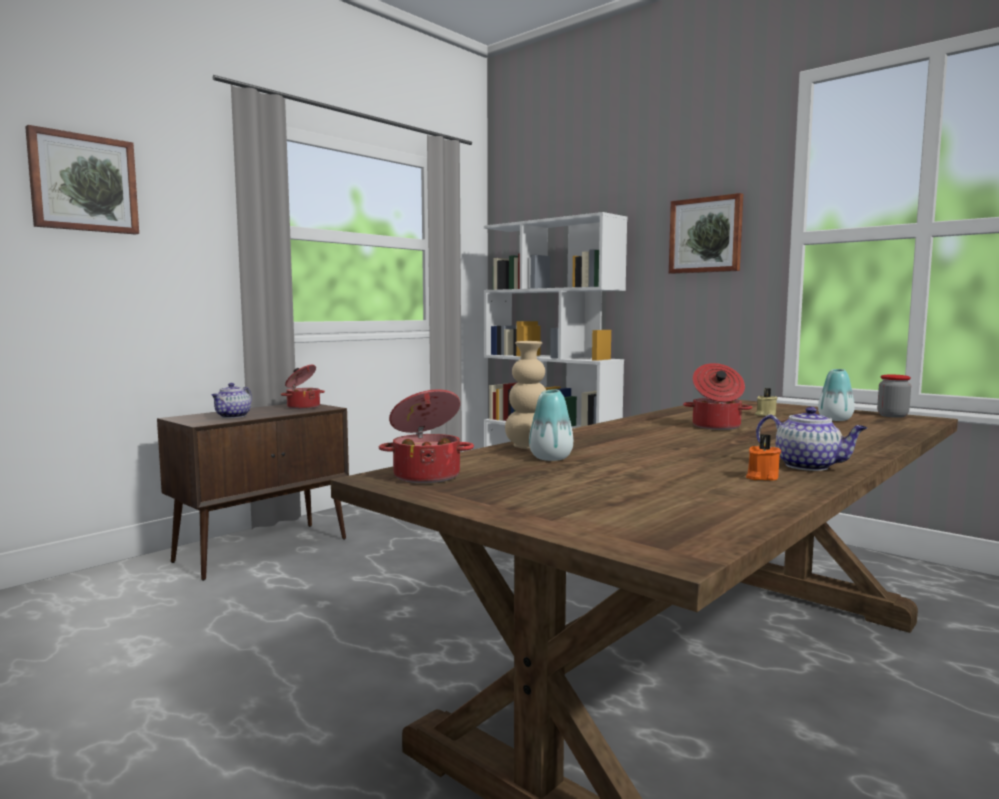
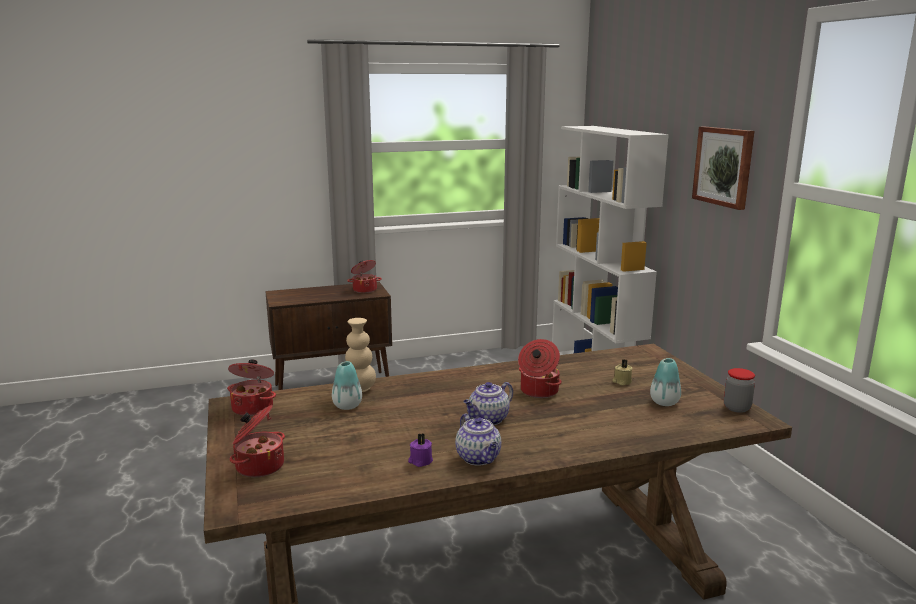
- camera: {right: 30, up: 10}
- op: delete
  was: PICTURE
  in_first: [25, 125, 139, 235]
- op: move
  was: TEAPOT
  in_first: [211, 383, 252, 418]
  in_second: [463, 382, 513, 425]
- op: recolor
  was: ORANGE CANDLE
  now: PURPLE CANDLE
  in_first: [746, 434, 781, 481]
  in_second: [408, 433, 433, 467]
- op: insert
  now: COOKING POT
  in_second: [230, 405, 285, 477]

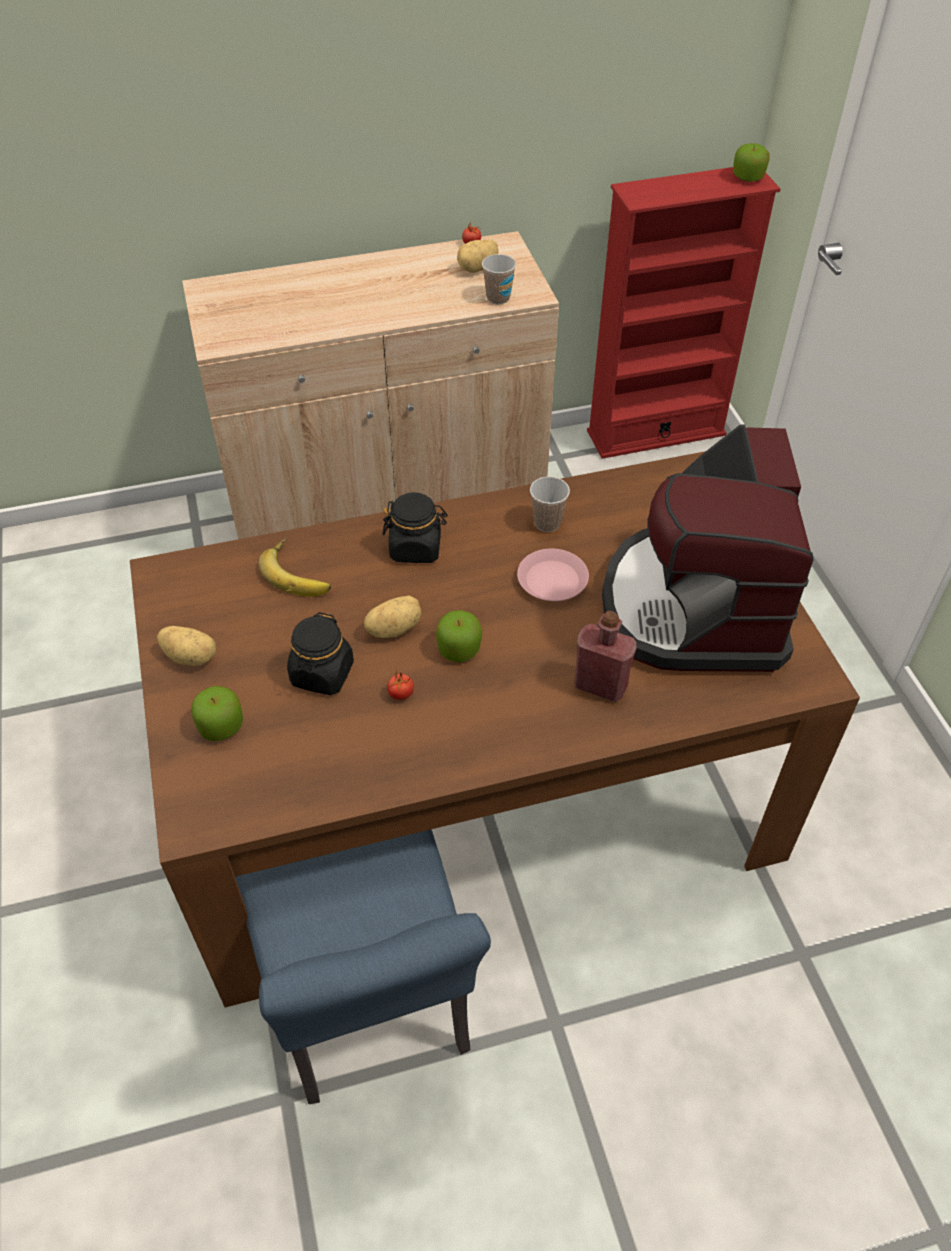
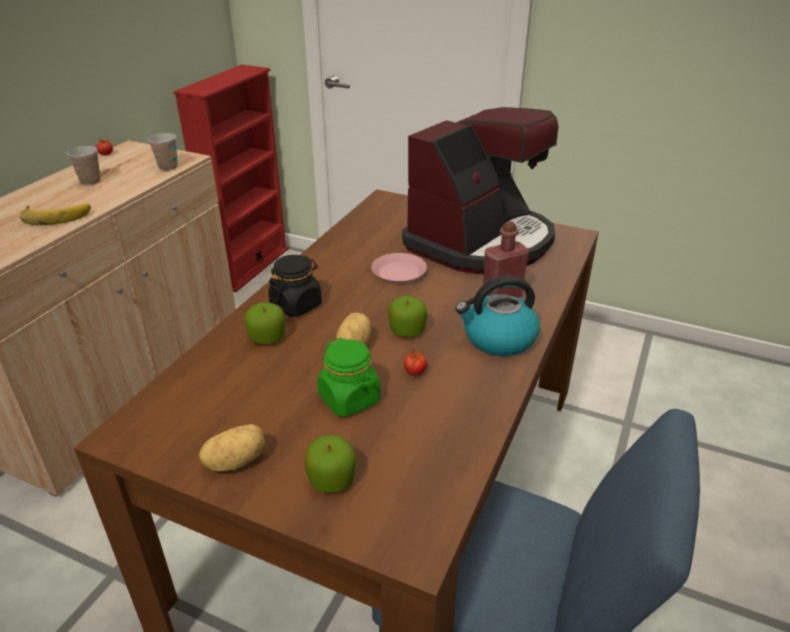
- camera: {right: -50, up: -15}
- op: move
  was: APPLE
  in_first: [733, 143, 770, 182]
  in_second: [245, 302, 285, 344]
- op: delete
  was: POTATO
  in_first: [457, 240, 498, 273]
- op: rotate
  was: COFFEE MACHINE
  in_first: [602, 425, 814, 672]
  in_second: [402, 107, 559, 274]
  clockwise: -90
- op: move
  was: CUP
  in_first: [530, 477, 570, 532]
  in_second: [67, 146, 101, 185]
- op: move
  was: BANANA
  in_first: [259, 538, 331, 597]
  in_second: [19, 204, 91, 225]
- op: recolor
  was: BLACK JAR
  now: GREEN JAR
  in_first: [287, 612, 354, 695]
  in_second: [317, 338, 380, 417]
- op: insert
  now: KETTLE
  in_second: [455, 276, 540, 356]

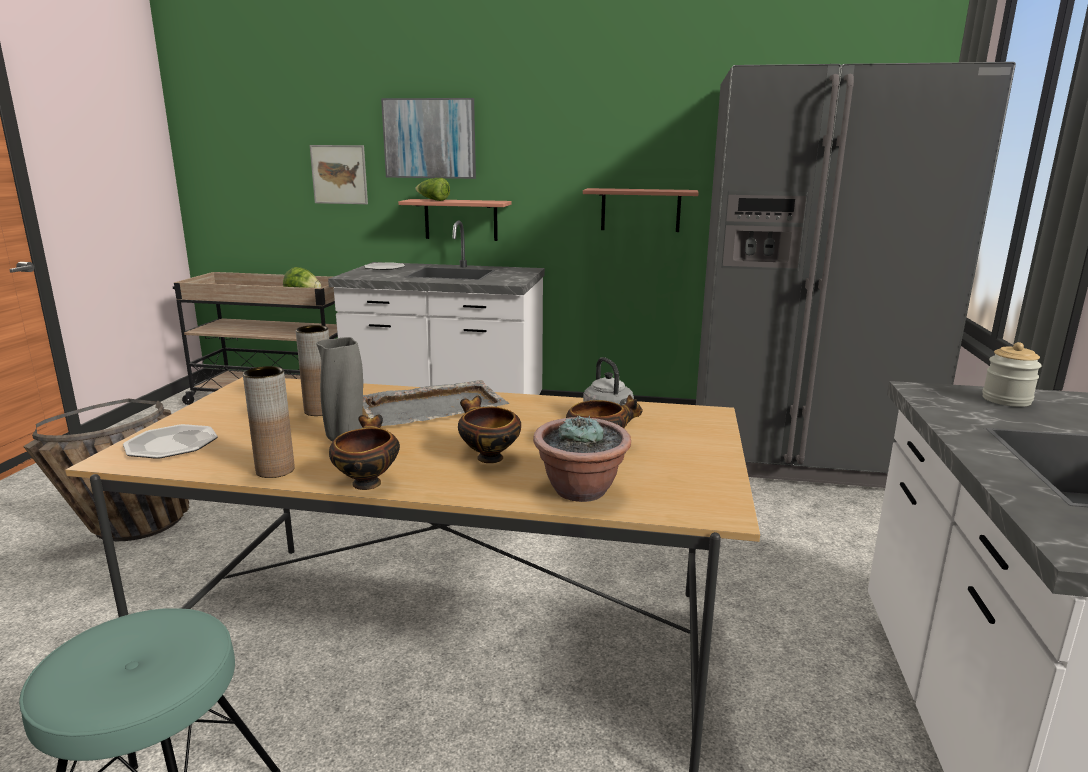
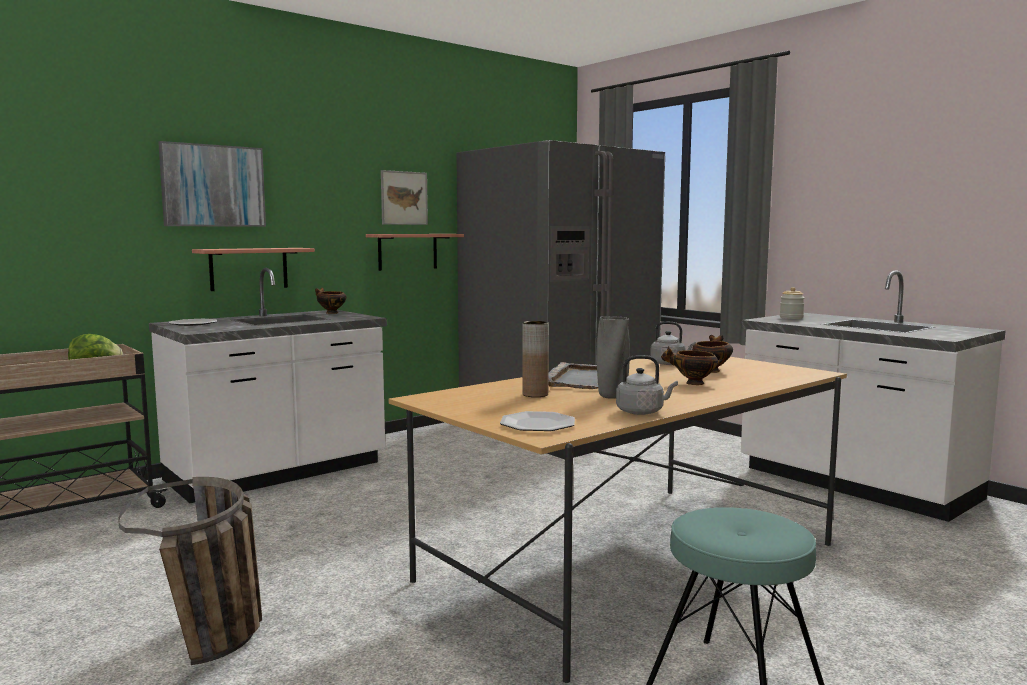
- camera: {right: -50, up: -10}
- op: move
  was: PICTURE
  in_first: [310, 145, 368, 204]
  in_second: [381, 170, 428, 225]
- op: delete
  was: LETTUCE
  in_first: [416, 178, 450, 201]
- op: replace
  was: BROWN VASE
  now: GREY KETTLE
  in_first: [243, 366, 295, 478]
  in_second: [616, 355, 678, 415]
- op: move
  was: BOWL
  in_first: [329, 414, 400, 490]
  in_second: [315, 287, 346, 314]
- op: delete
  was: POTTED PLANT
  in_first: [533, 415, 631, 502]

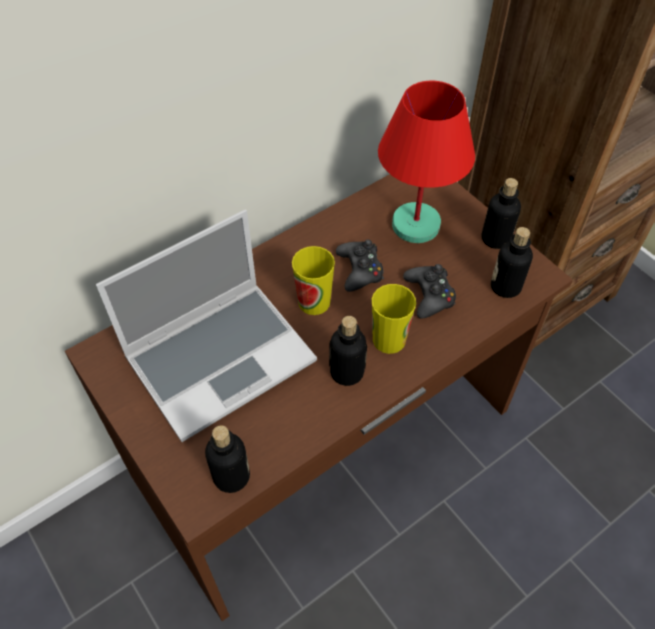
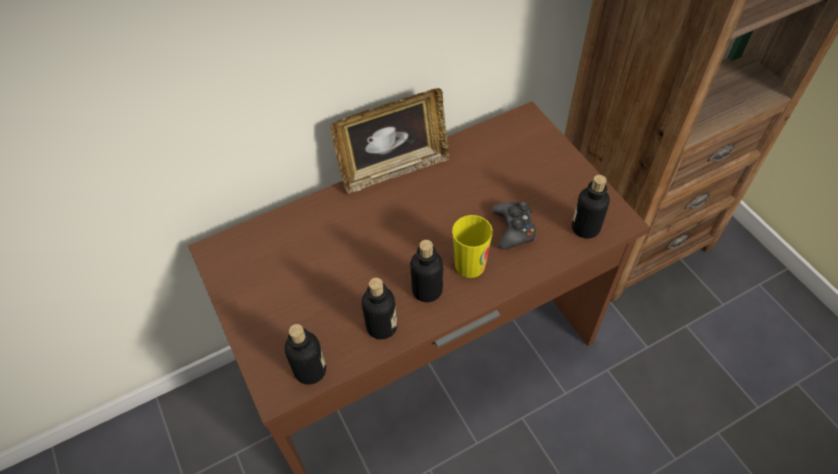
- camera: {right: 10, up: 0}
- op: delete
  was: RED TABLE LAMP
  in_first: [378, 81, 475, 243]
- op: move
  was: BOTTLE
  in_first: [481, 178, 521, 249]
  in_second: [362, 278, 398, 340]
- op: delete
  was: LAPTOP
  in_first: [96, 210, 317, 442]
- op: delete
  was: BLACK GAME CONTROLLER
  in_first: [336, 240, 384, 292]
- op: delete
  was: CUP
  in_first: [292, 246, 335, 315]
- op: insert
  now: PICTURE FRAME
  in_second: [331, 88, 450, 194]

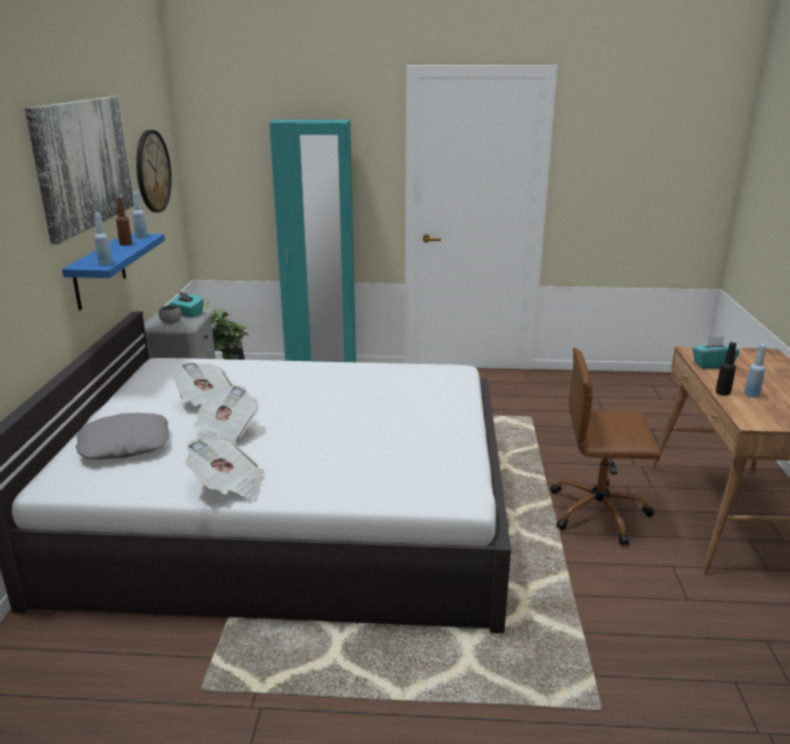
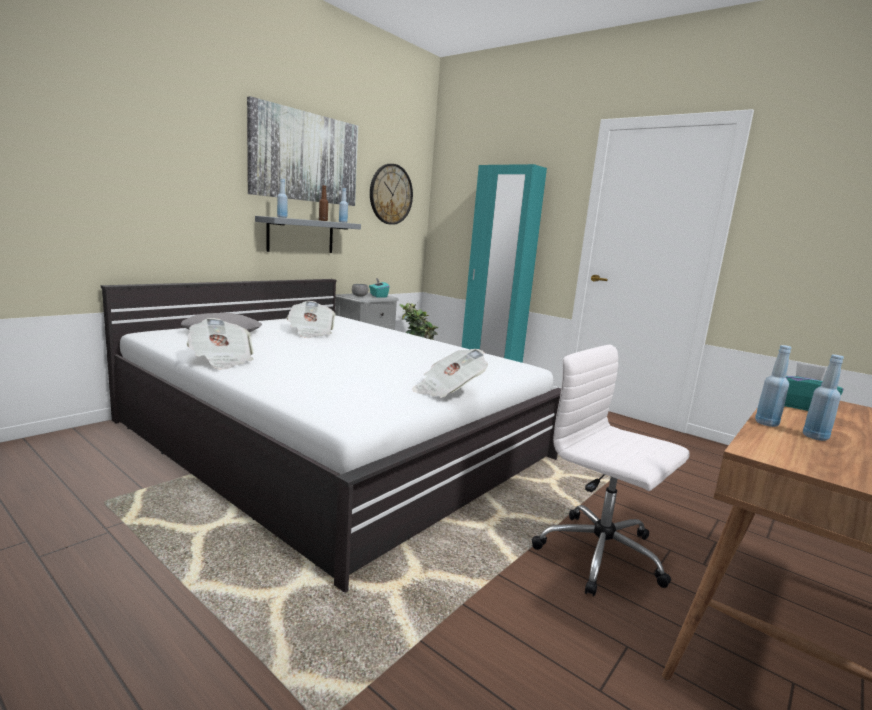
- camera: {right: 35, up: -10}
- op: recolor
  was: BLUE SHELF
  now: GREY SHELF
  in_first: [62, 233, 165, 311]
  in_second: [255, 216, 361, 253]
- op: recolor
  was: BLACK BOTTLE
  now: BLUE BOTTLE
  in_first: [716, 342, 736, 396]
  in_second: [755, 345, 791, 427]
- op: recolor
  was: BROWN OFFICE CHAIR
  now: WHITE OFFICE CHAIR
  in_first: [550, 348, 661, 546]
  in_second: [532, 344, 690, 596]
- op: move
  was: NEWSPAPER
  in_first: [194, 385, 258, 443]
  in_second: [412, 349, 488, 398]

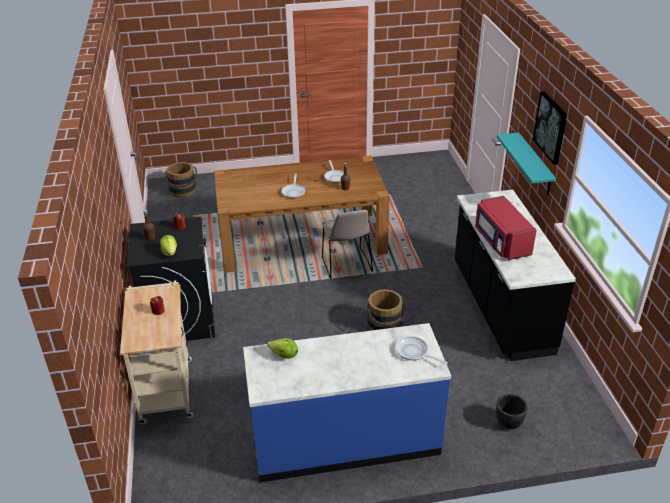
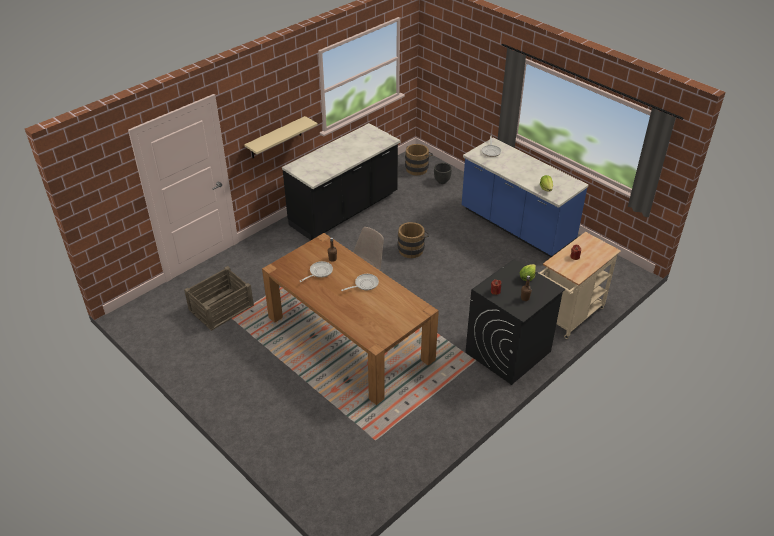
- camera: {right: -125, up: 5}
- op: delete
  was: PICTURE
  in_first: [533, 91, 567, 165]
- op: recolor
  was: TURQUOISE SHELF
  now: BEIGE SHELF
  in_first: [497, 133, 556, 195]
  in_second: [244, 116, 318, 158]
- op: move
  was: BROWN BUCKET
  in_first: [164, 162, 198, 198]
  in_second: [405, 144, 433, 175]
- op: delete
  was: RED MICROWAVE
  in_first: [475, 196, 537, 260]
- op: insert
  now: CRATE
  in_second: [184, 266, 254, 331]

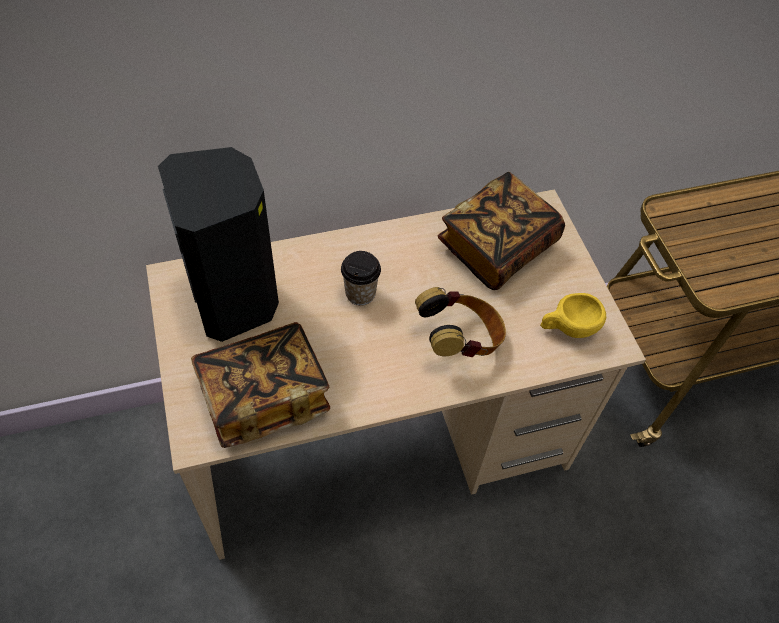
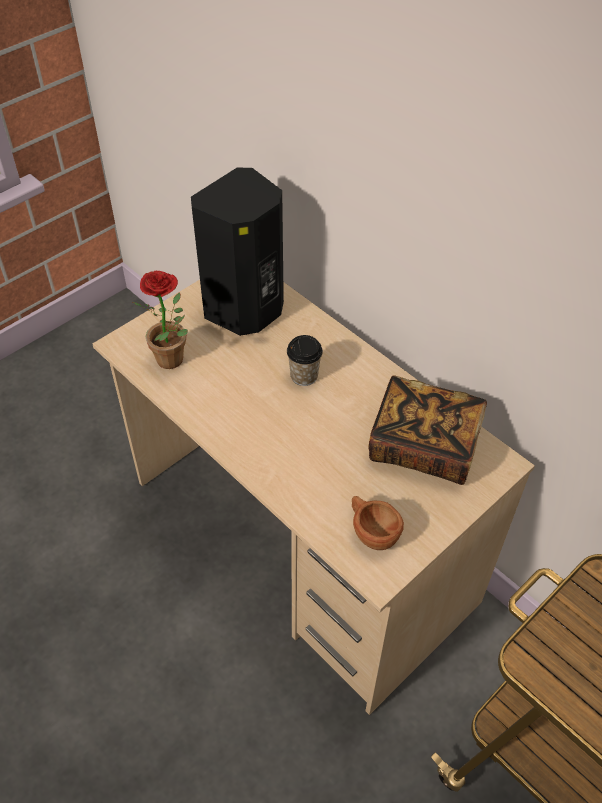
- camera: {right: 65, up: -5}
- op: delete
  was: HEADPHONES
  in_first: [415, 287, 506, 357]
- op: recolor
  was: YELLOW CUP
  now: BROWN CUP
  in_first: [540, 293, 606, 338]
  in_second: [352, 496, 404, 550]
- op: replace
  was: BOOK
  now: POTTED PLANT
  in_first: [191, 322, 330, 448]
  in_second: [133, 271, 188, 369]

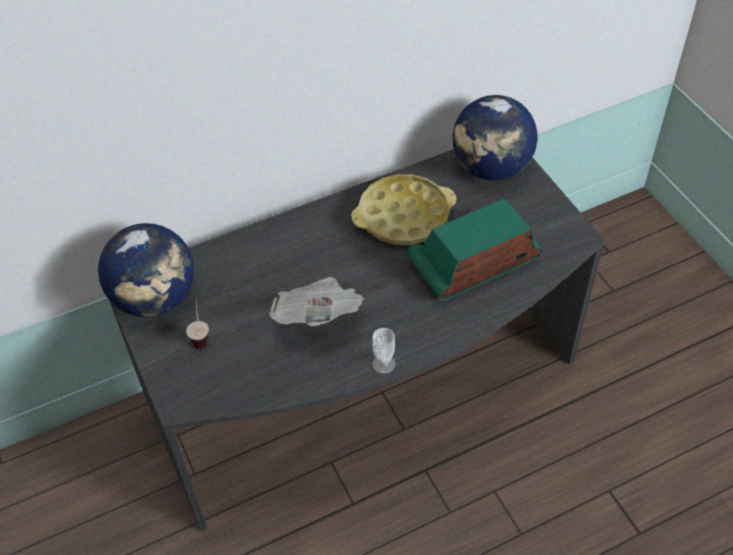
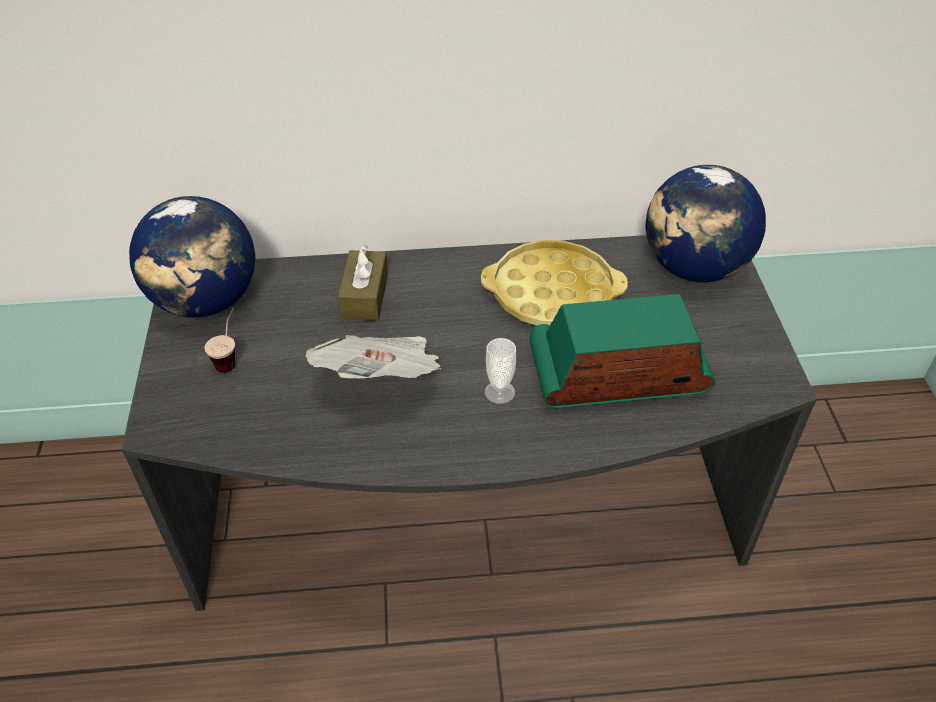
- camera: {right: 20, up: -5}
- op: move
  was: CUP
  in_first: [372, 328, 395, 374]
  in_second: [485, 338, 516, 404]
- op: insert
  now: BROWN TISSUE BOX
  in_second: [338, 245, 388, 321]

